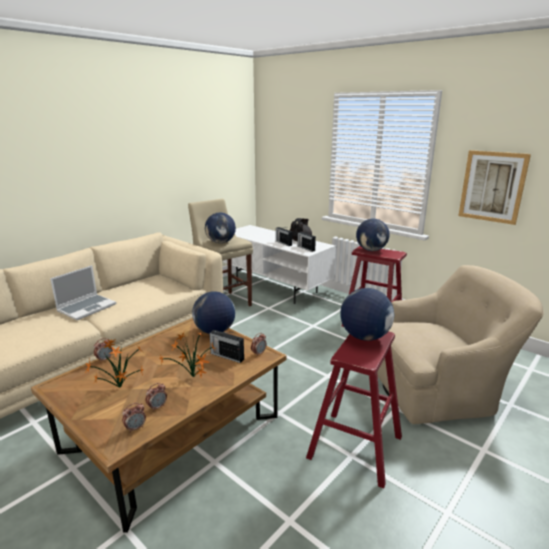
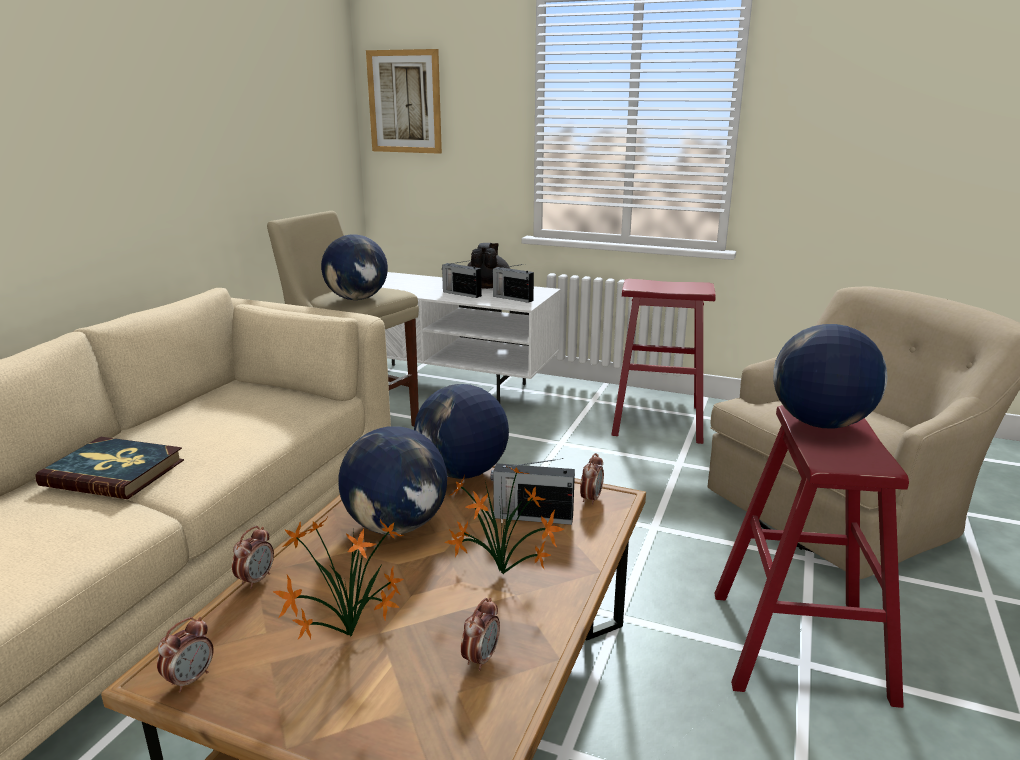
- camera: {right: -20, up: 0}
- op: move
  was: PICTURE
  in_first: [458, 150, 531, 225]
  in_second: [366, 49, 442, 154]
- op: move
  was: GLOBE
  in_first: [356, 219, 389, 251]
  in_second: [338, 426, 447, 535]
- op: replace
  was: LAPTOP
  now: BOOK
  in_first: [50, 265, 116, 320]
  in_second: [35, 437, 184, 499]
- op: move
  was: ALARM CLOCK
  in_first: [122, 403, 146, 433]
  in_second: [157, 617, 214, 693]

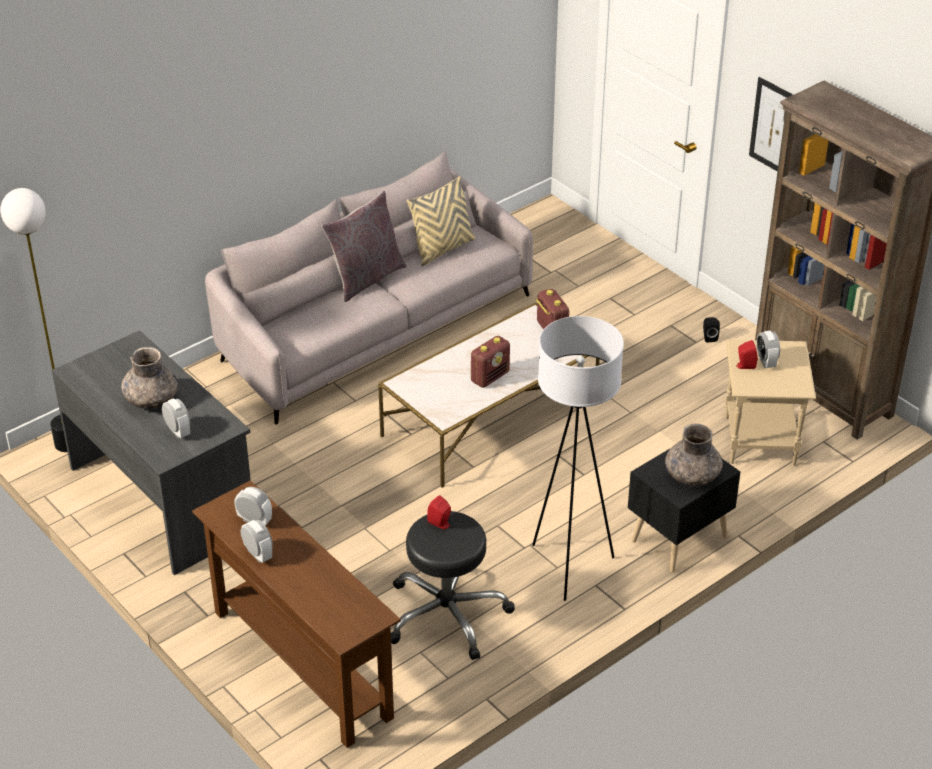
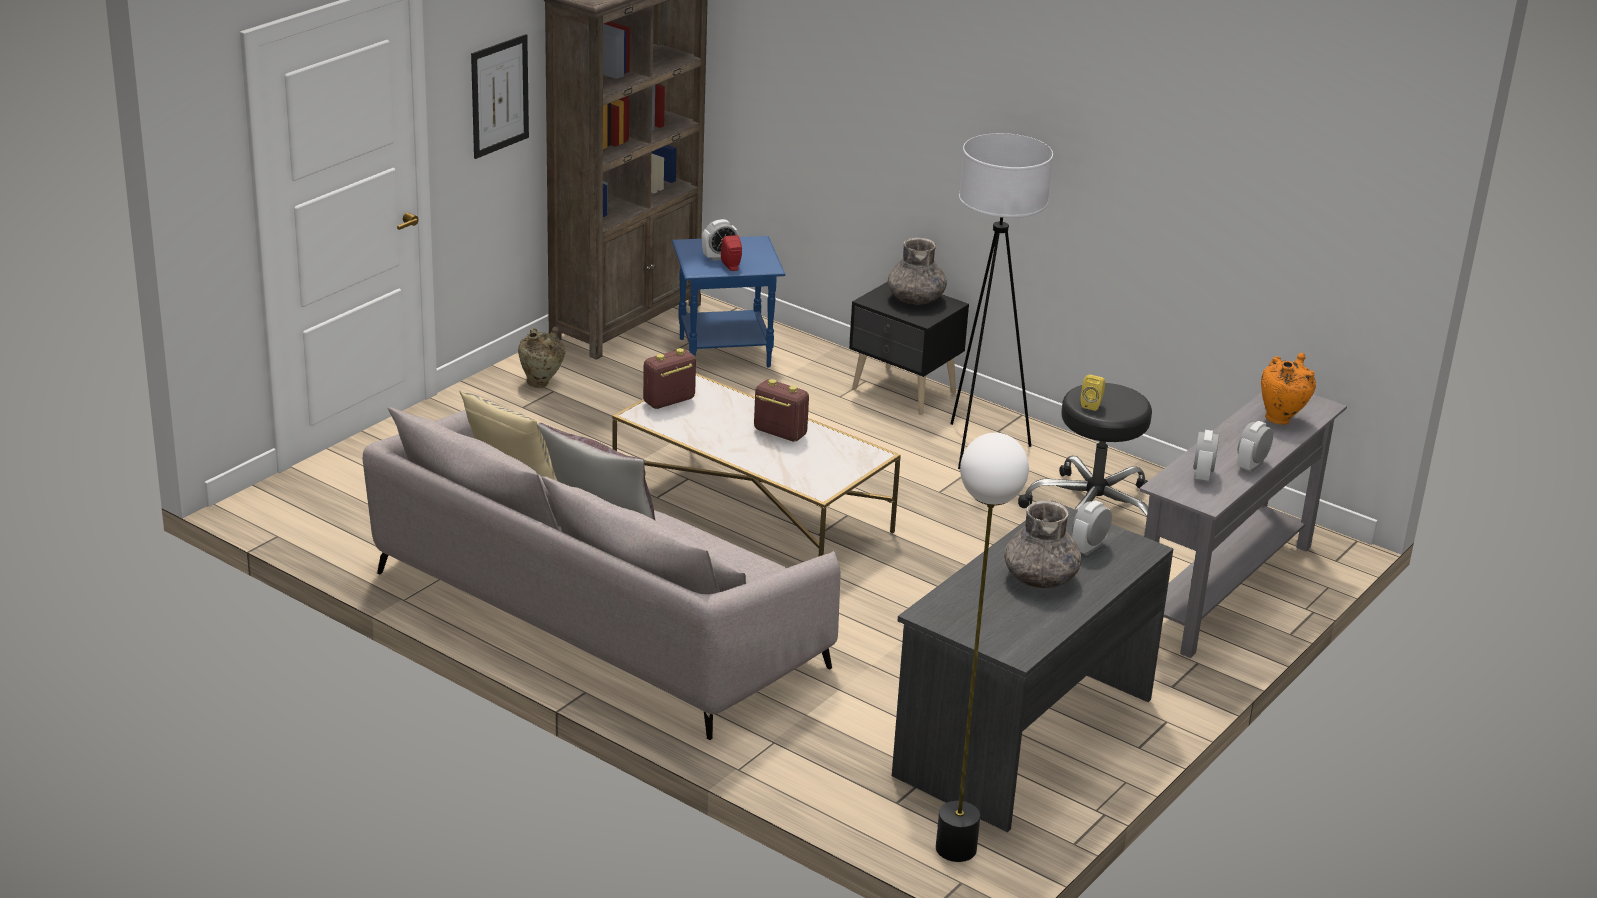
- camera: {right: -105, up: -10}
- op: replace
  was: BLACK SPEAKER
  now: BEIGE VASE
  in_first: [703, 317, 720, 342]
  in_second: [518, 327, 565, 388]
- op: recolor
  was: BEIGE SIDE TABLE
  now: BLUE SIDE TABLE
  in_first: [725, 339, 816, 466]
  in_second: [672, 236, 785, 368]
- op: recolor
  was: BROWN CONSOLE TABLE
  now: GREY CONSOLE TABLE
  in_first: [192, 480, 401, 748]
  in_second: [1139, 392, 1347, 658]
- op: recolor
  was: RED SPEAKER
  now: YELLOW SPEAKER
  in_first: [427, 495, 451, 529]
  in_second: [1080, 375, 1105, 411]
- op: insert
  now: ORANGE VASE
  in_second: [1261, 353, 1316, 425]

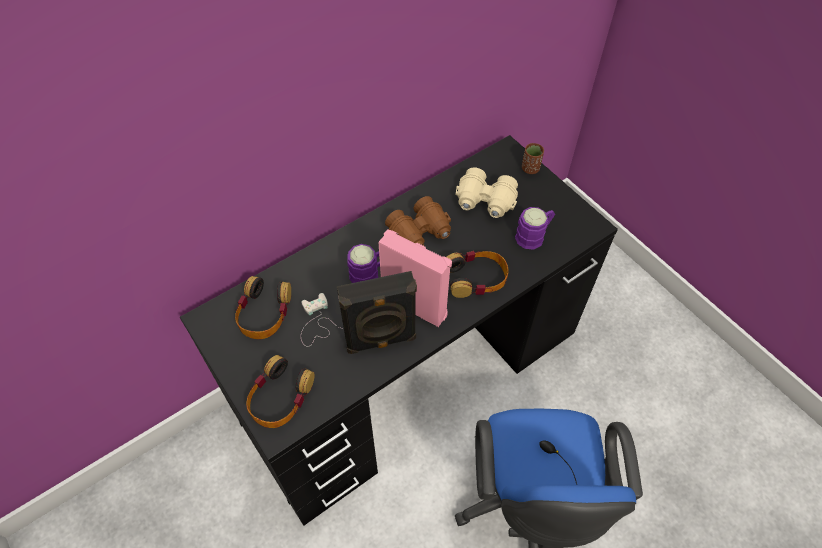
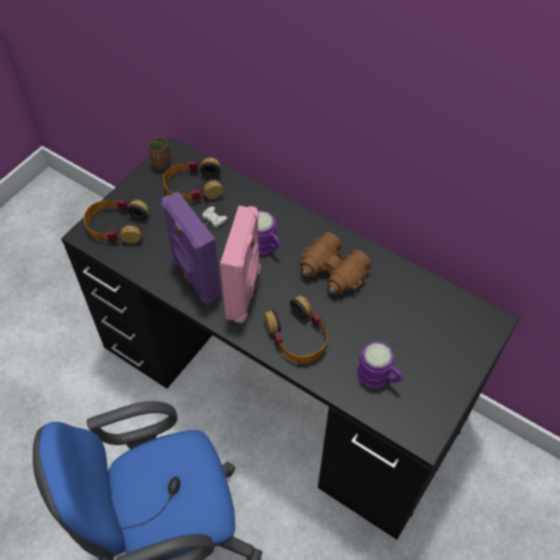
- camera: {right: 70, up: 0}
- op: move
  was: BROWN CUP
  in_first: [522, 143, 544, 174]
  in_second: [148, 137, 171, 170]
- op: delete
  was: BEIGE BINOCULARS
  in_first: [455, 167, 518, 218]
- op: recolor
  was: BLACK SPEAKER
  now: PURPLE SPEAKER
  in_first: [337, 271, 417, 354]
  in_second: [161, 192, 221, 305]

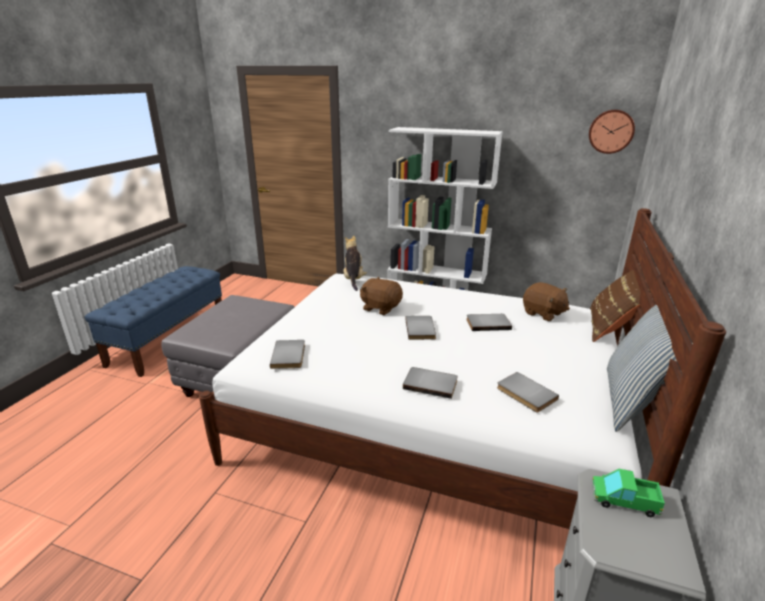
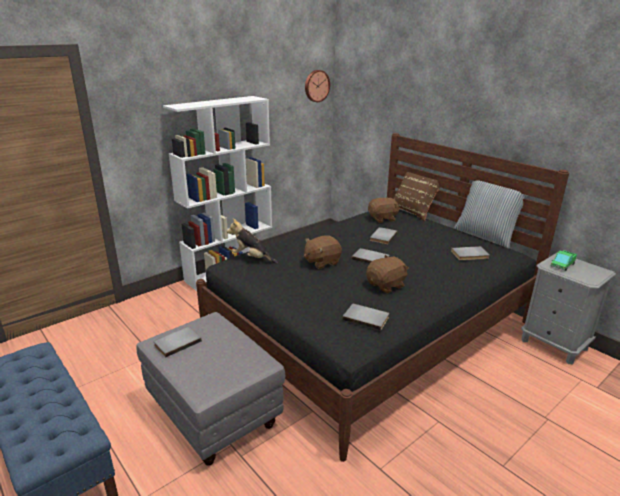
- camera: {right: -60, up: 0}
- op: recolor
  was: WHITE BED
  now: BLACK BED
  in_first: [199, 208, 726, 529]
  in_second: [196, 133, 569, 462]
- op: move
  was: GREY BOOK
  in_first: [403, 367, 458, 399]
  in_second: [154, 327, 202, 358]
- op: insert
  now: BROWN PLUSH TOY
  in_second: [366, 255, 409, 293]

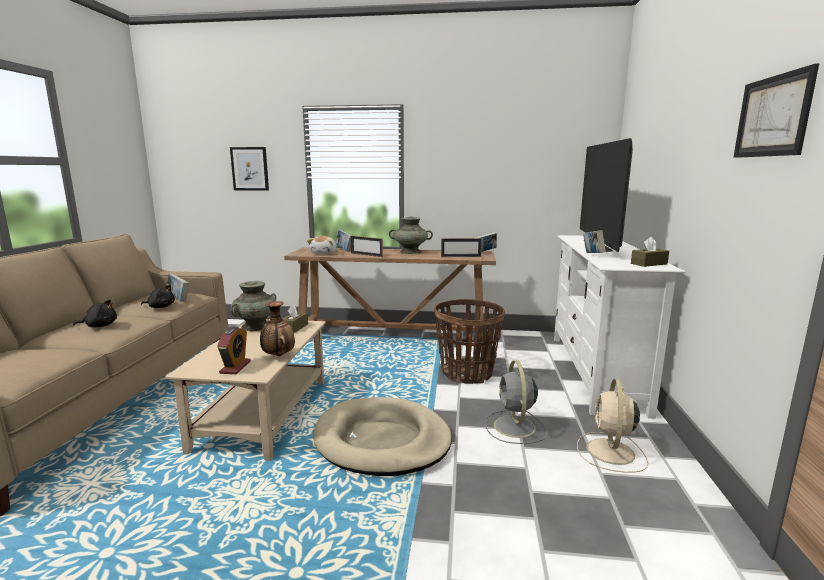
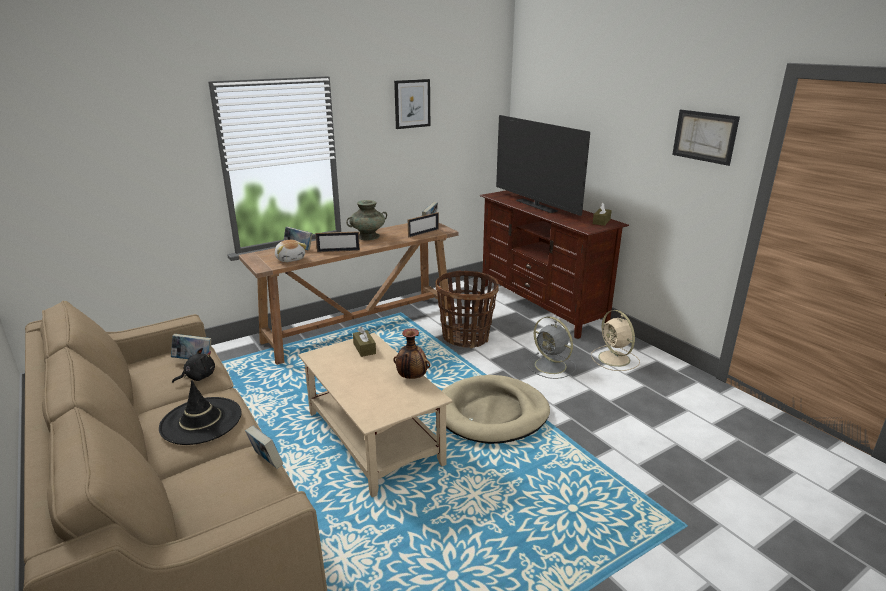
- camera: {right: -40, up: 10}
- op: move
  was: PICTURE
  in_first: [230, 147, 269, 191]
  in_second: [394, 79, 430, 129]
- op: move
  was: BOOK
  in_first: [583, 230, 606, 253]
  in_second: [245, 426, 283, 469]
- op: recolor
  was: WHITE TV STAND
  now: BROWN TV STAND
  in_first: [554, 235, 686, 419]
  in_second: [480, 190, 629, 339]
- op: delete
  was: TURQUOISE VASE
  in_first: [231, 281, 276, 331]
- op: replace
  was: BLACK PLUSH TOY
  now: BLACK HAT
  in_first: [73, 300, 117, 327]
  in_second: [159, 380, 242, 445]
- op: delete
  was: ALARM CLOCK
  in_first: [217, 327, 251, 374]

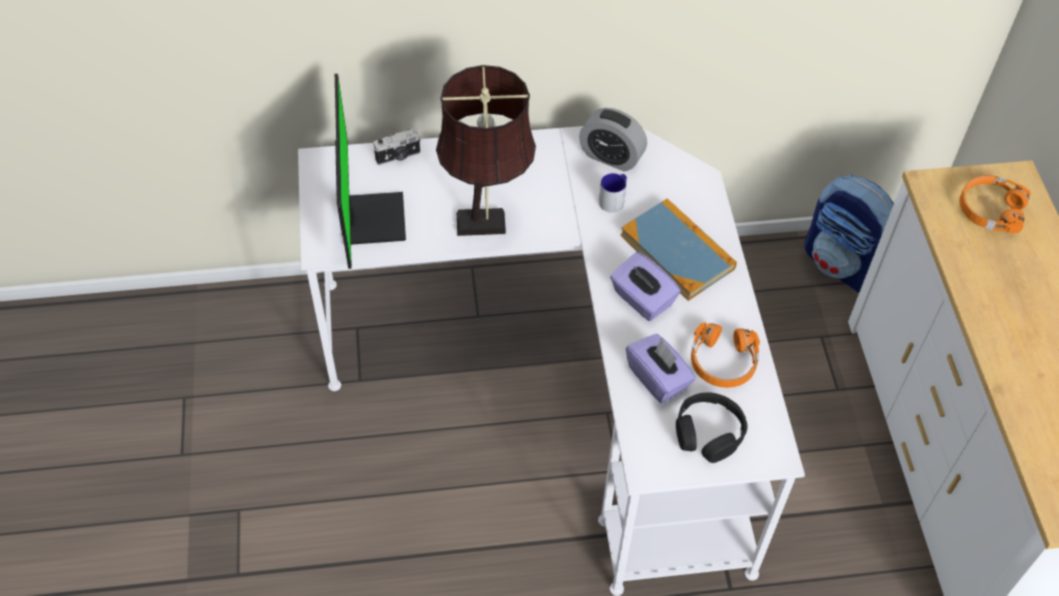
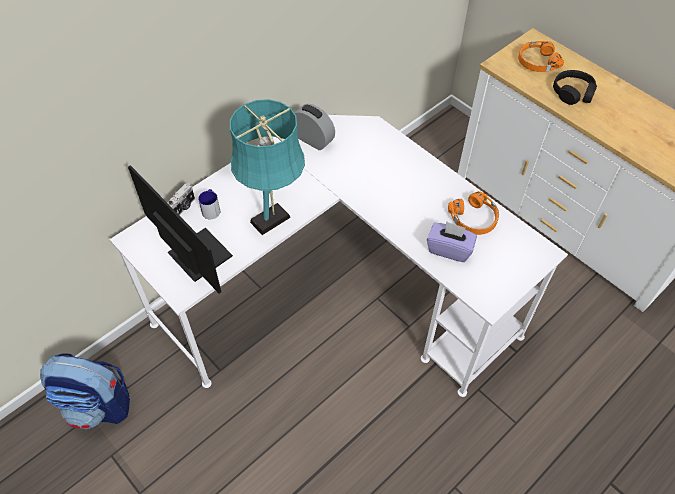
- camera: {right: -35, up: 0}
- op: recolor
  was: BROWN TABLE LAMP
  now: TURQUOISE TABLE LAMP
  in_first: [436, 65, 536, 236]
  in_second: [230, 99, 305, 235]
- op: rotate
  was: ALARM CLOCK
  in_first: [579, 108, 647, 172]
  in_second: [295, 104, 335, 150]
  clockwise: -135
- op: move
  was: MUG
  in_first: [599, 173, 627, 213]
  in_second: [198, 189, 220, 219]
- op: move
  was: BACKPACK
  in_first: [805, 175, 894, 293]
  in_second: [40, 354, 130, 429]
- op: delete
  was: BOOK
  in_first: [620, 198, 737, 301]
- op: delete
  was: PURPLE TISSUE BOX
  in_first: [610, 252, 681, 321]
- op: move
  was: BLACK HEADPHONES
  in_first: [676, 392, 747, 463]
  in_second: [553, 70, 597, 105]

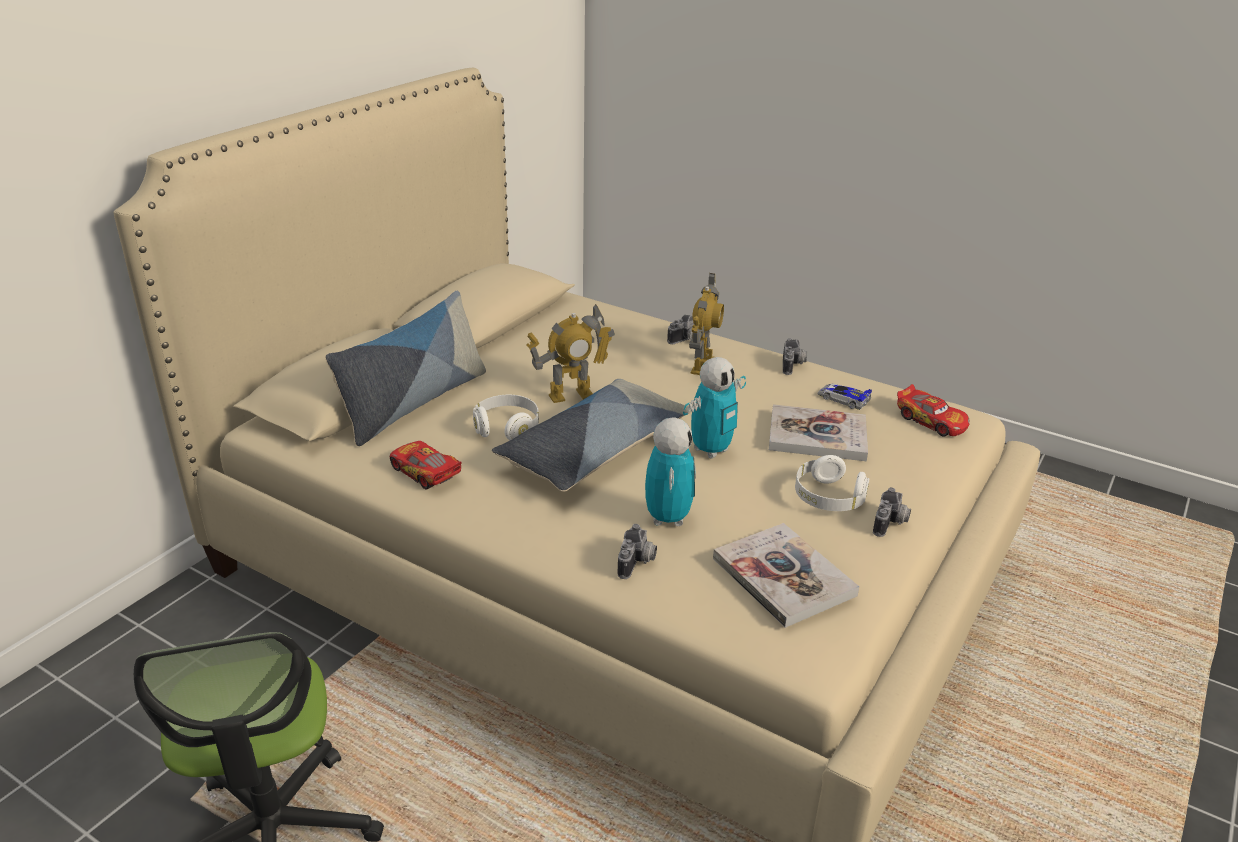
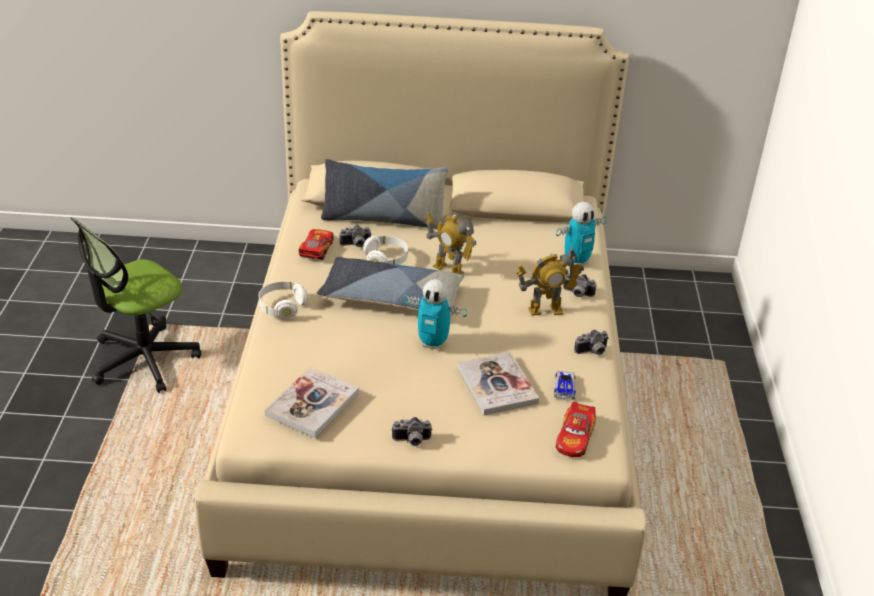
- camera: {right: 60, up: 5}
- op: move
  was: TOY ROBOT
  in_first: [645, 417, 696, 526]
  in_second: [556, 202, 607, 265]
- op: move
  was: WHITE HEADPHONES
  in_first: [795, 455, 869, 511]
  in_second: [259, 281, 308, 319]
- op: move
  was: PHOTO CAMERA
  in_first: [618, 524, 657, 579]
  in_second: [339, 225, 372, 247]

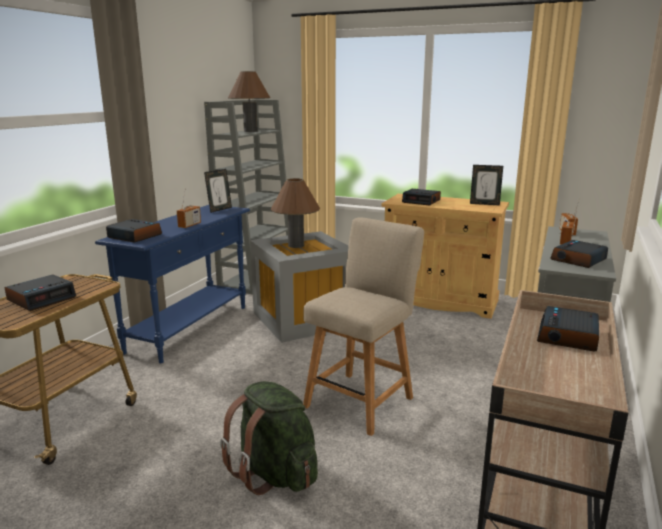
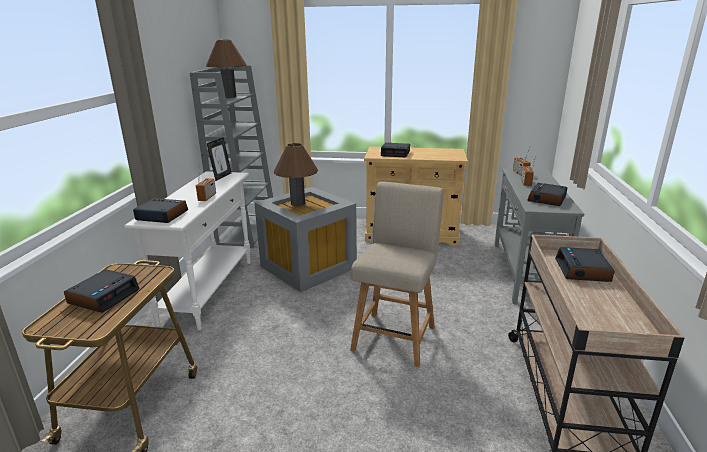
- camera: {right: -15, up: 5}
- op: delete
  was: PICTURE FRAME
  in_first: [470, 165, 503, 205]
- op: recolor
  was: BLUE CONSOLE TABLE
  now: WHITE CONSOLE TABLE
  in_first: [95, 205, 250, 363]
  in_second: [124, 171, 251, 330]
- op: delete
  was: GREEN BACKPACK
  in_first: [220, 381, 318, 495]

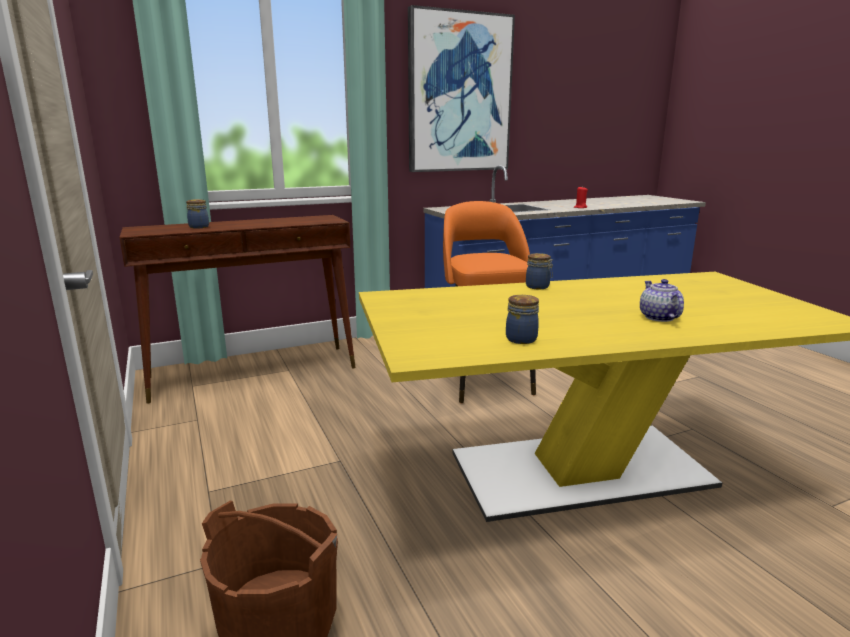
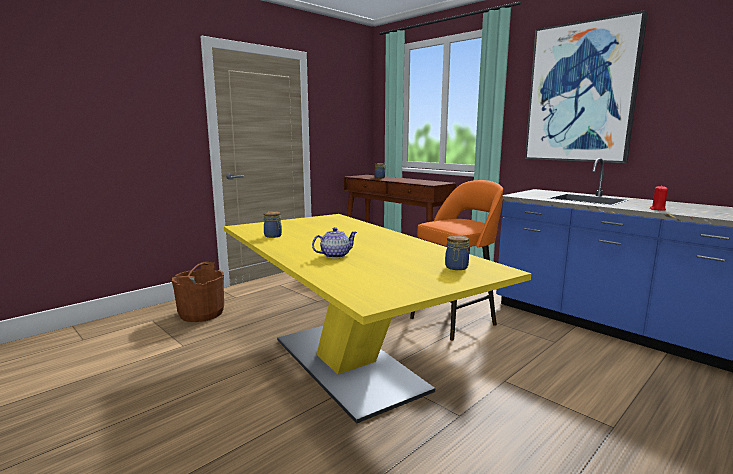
- camera: {right: 70, up: -5}
- op: move
  was: JAR
  in_first: [526, 253, 553, 289]
  in_second: [445, 235, 469, 270]

